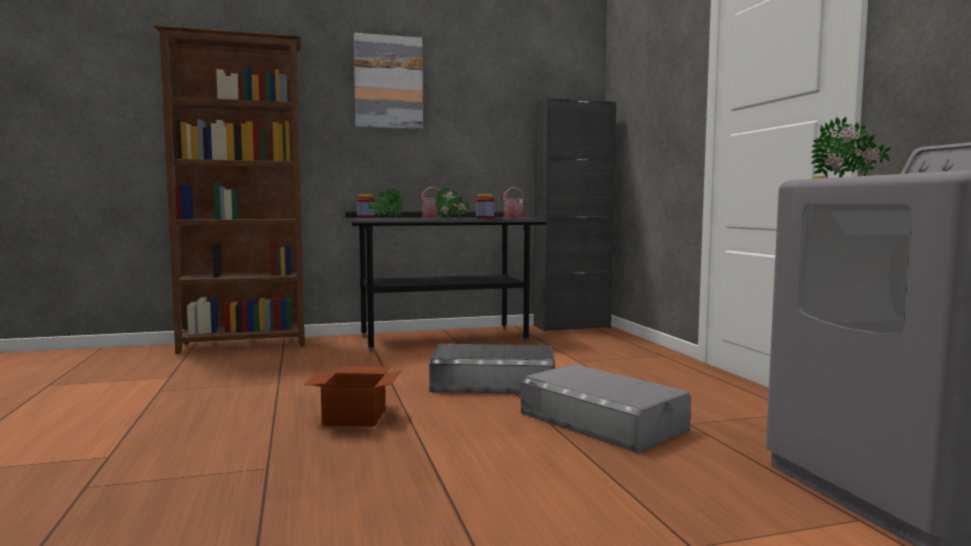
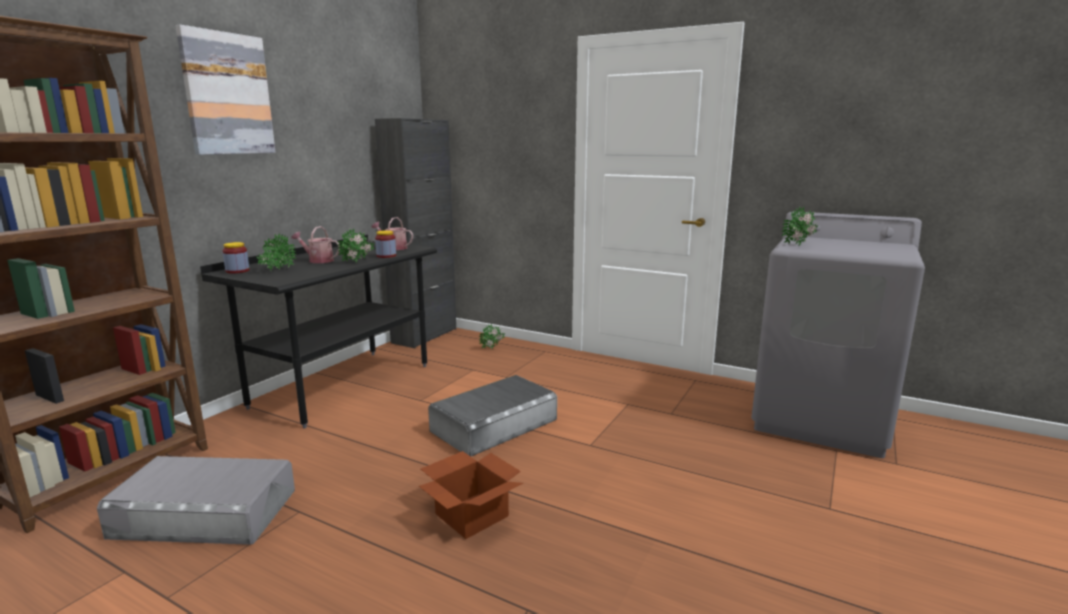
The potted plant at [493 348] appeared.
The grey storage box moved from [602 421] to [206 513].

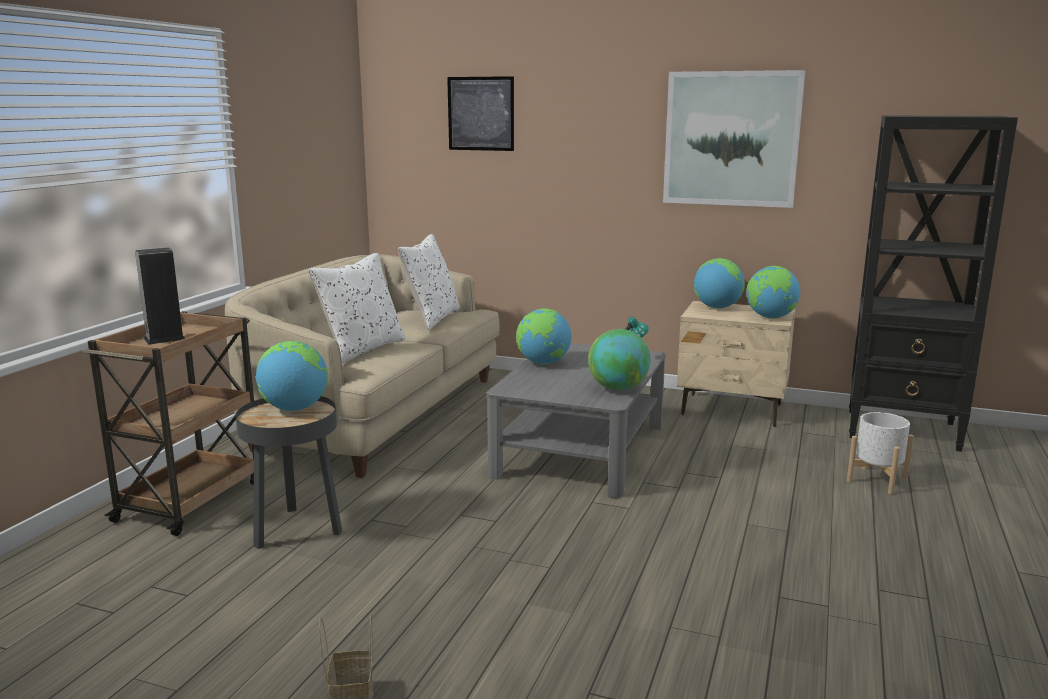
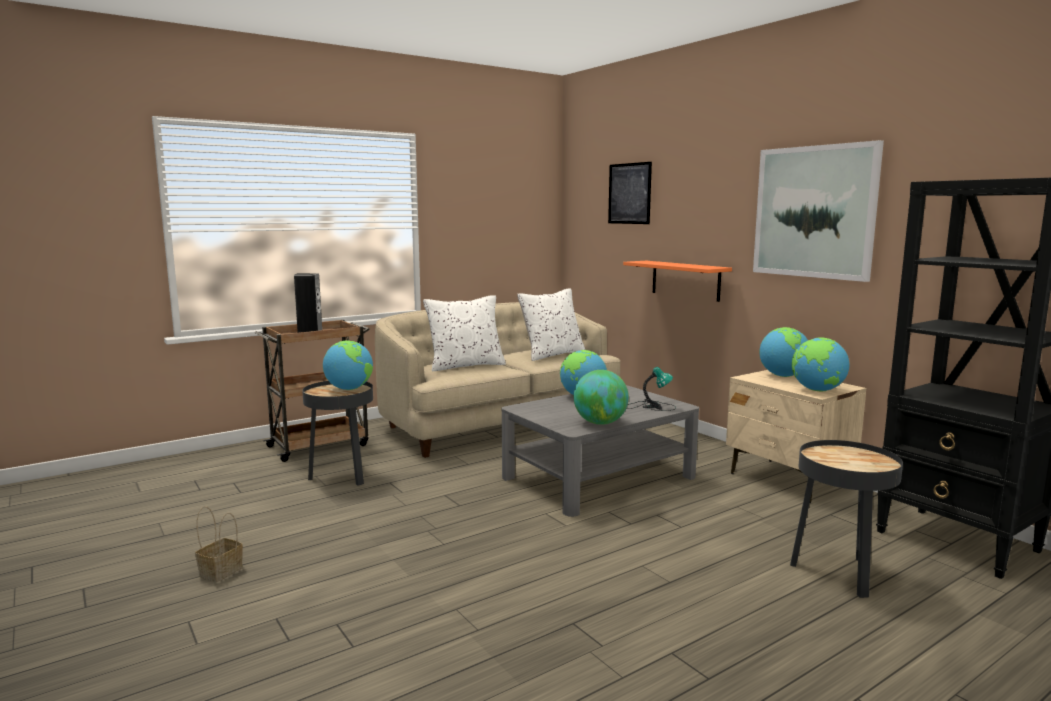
The orange shelf at [685 280] appeared.
The white planter at [876 480] was replaced by the black side table at [839 573].

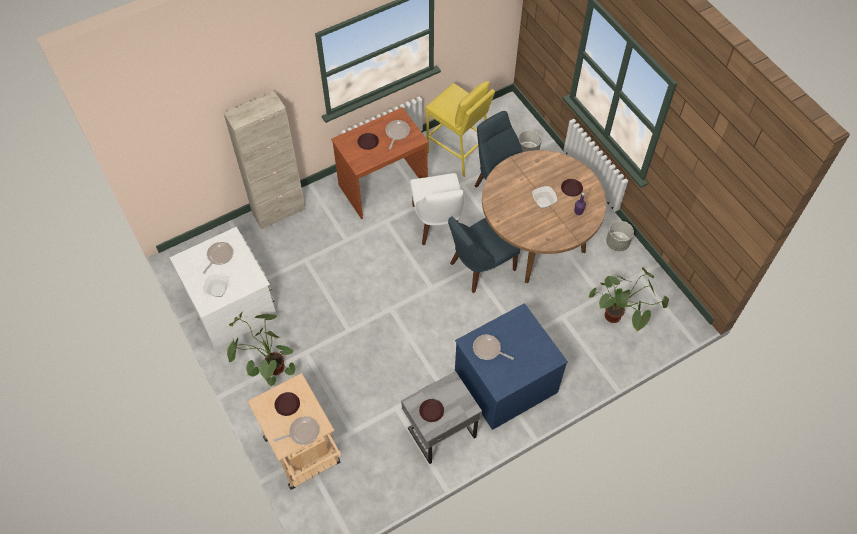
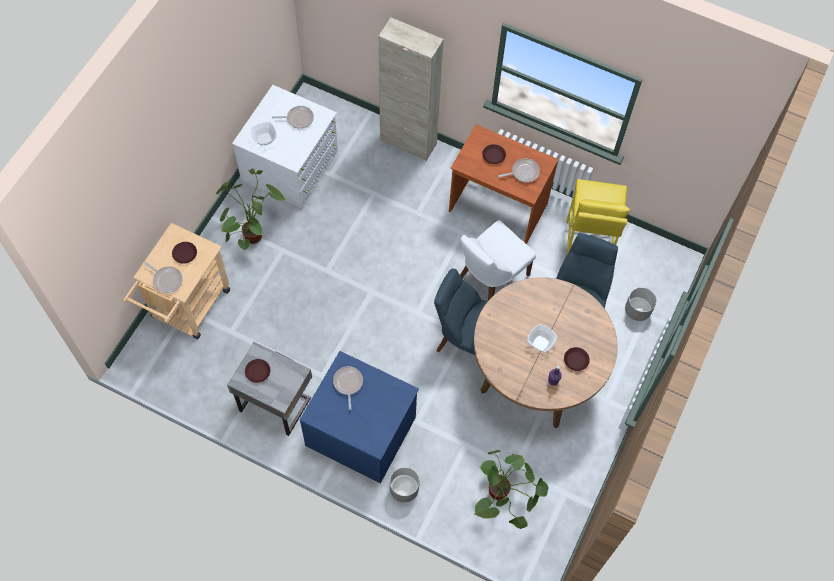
The grey planter moved from [617 243] to [404 489].

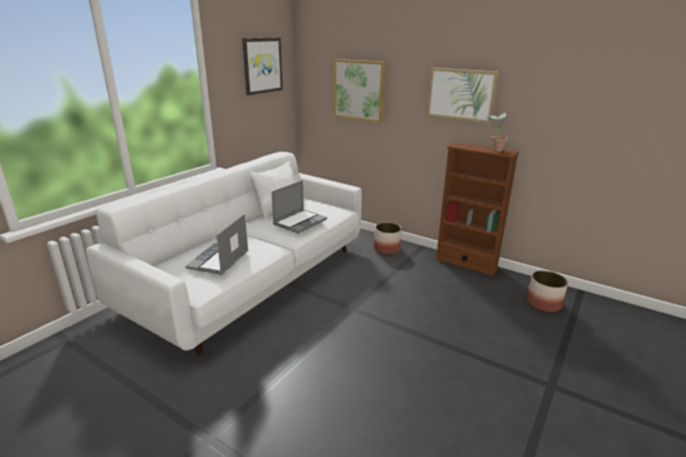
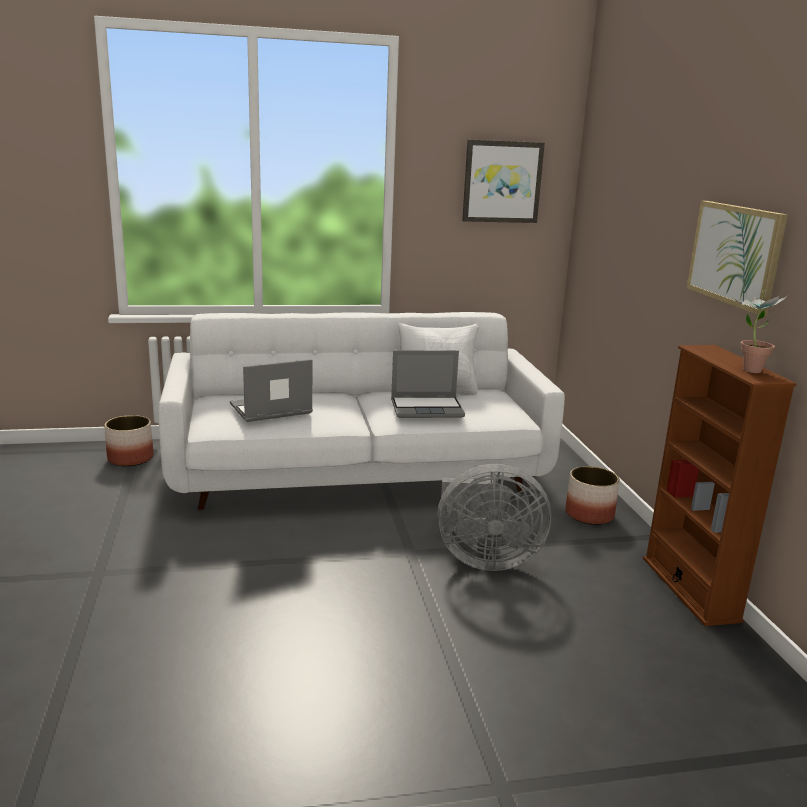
The picture at [359 90] disappeared.
The grey fan at [484 559] appeared.
The planter moved from [543 303] to [131 458].

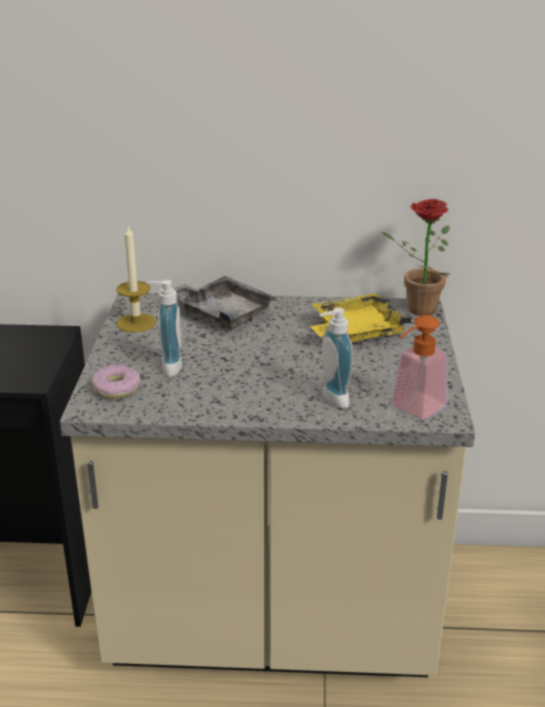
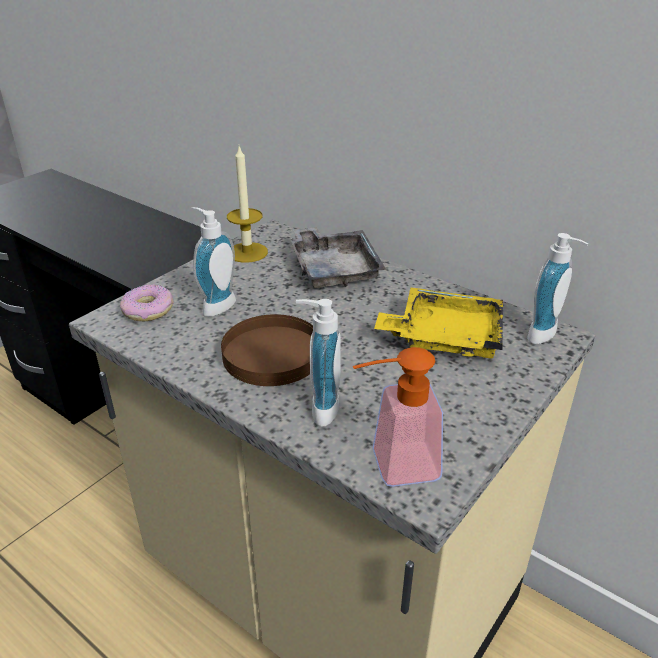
The brown plate at [273 354] appeared.
The potted plant at [415 309] was replaced by the soap dispenser at [547 336].

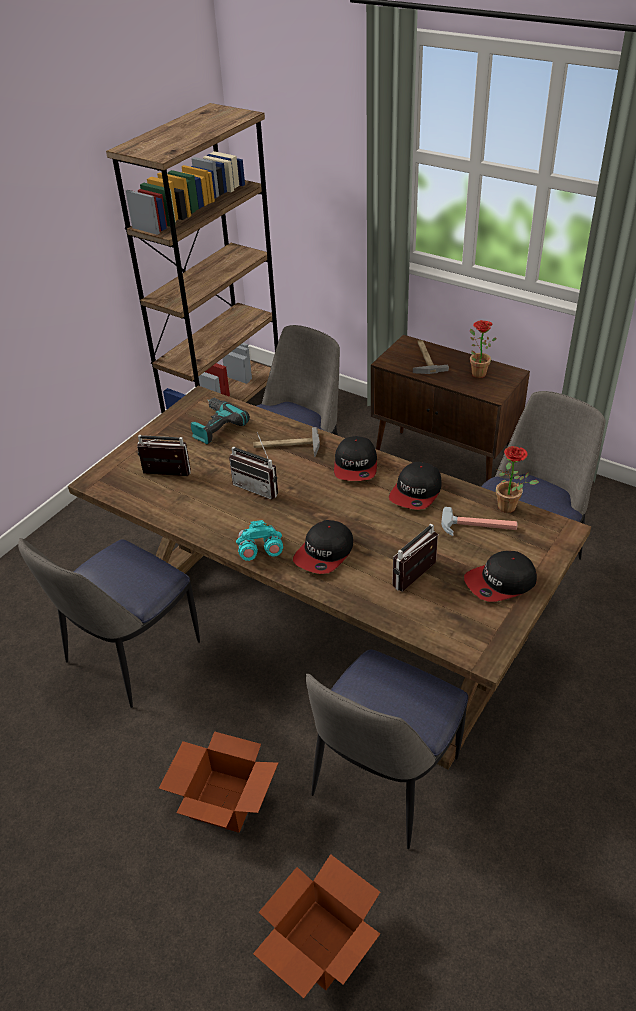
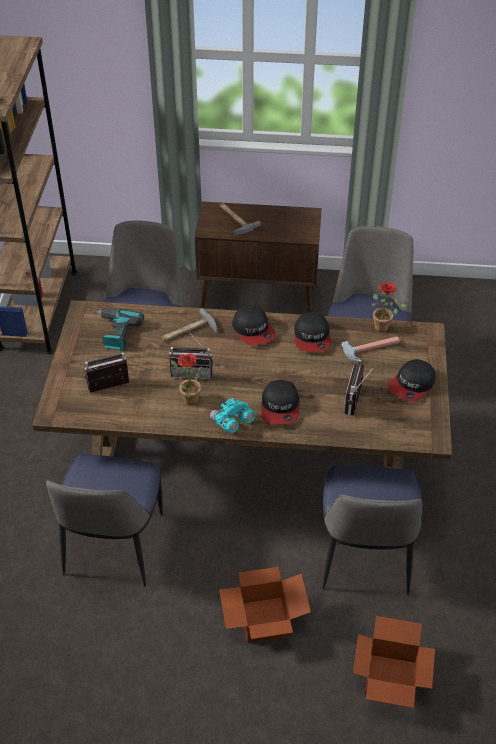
The potted plant moved from [476 372] to [187 399].

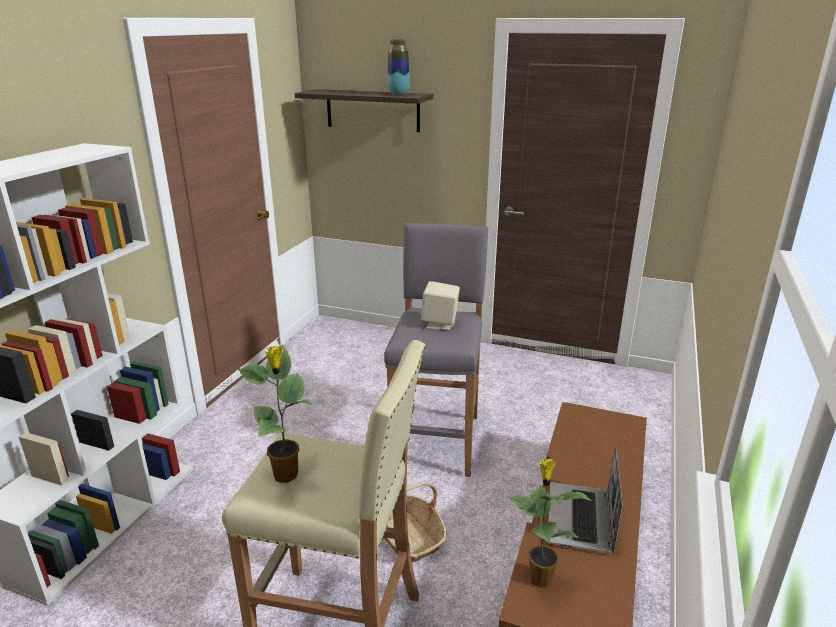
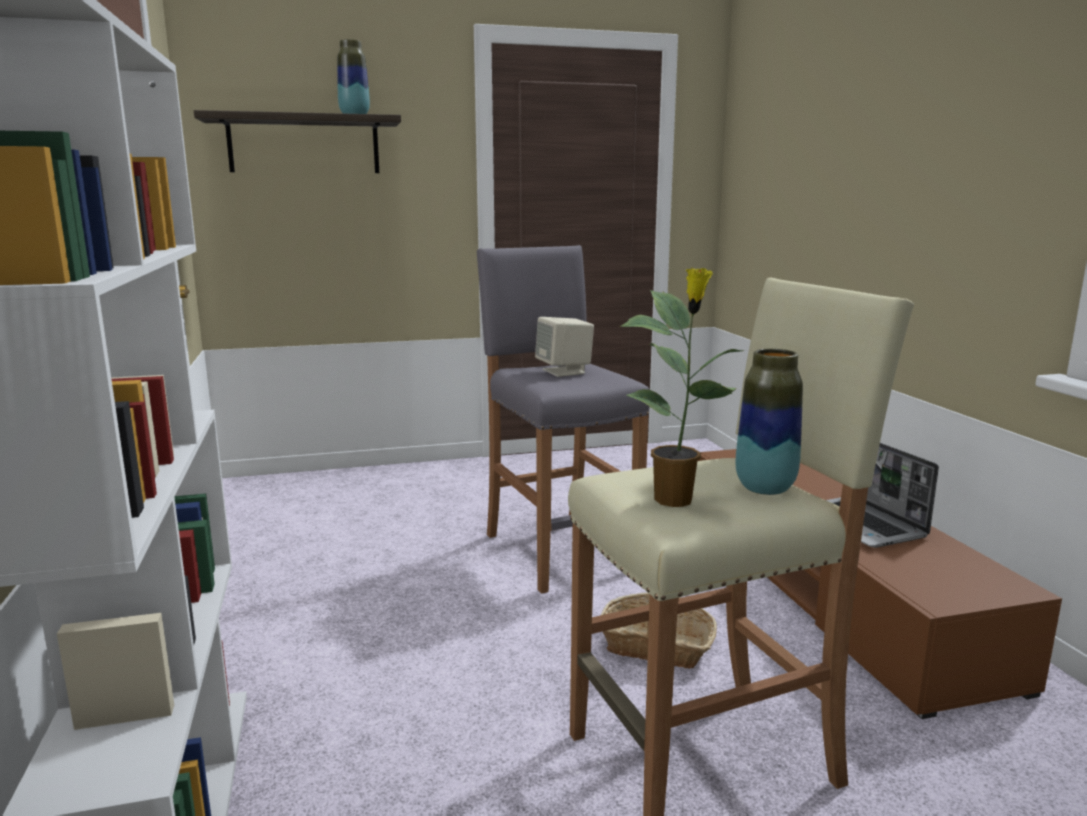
The potted plant at [539 577] disappeared.
The vase at [765 488] appeared.

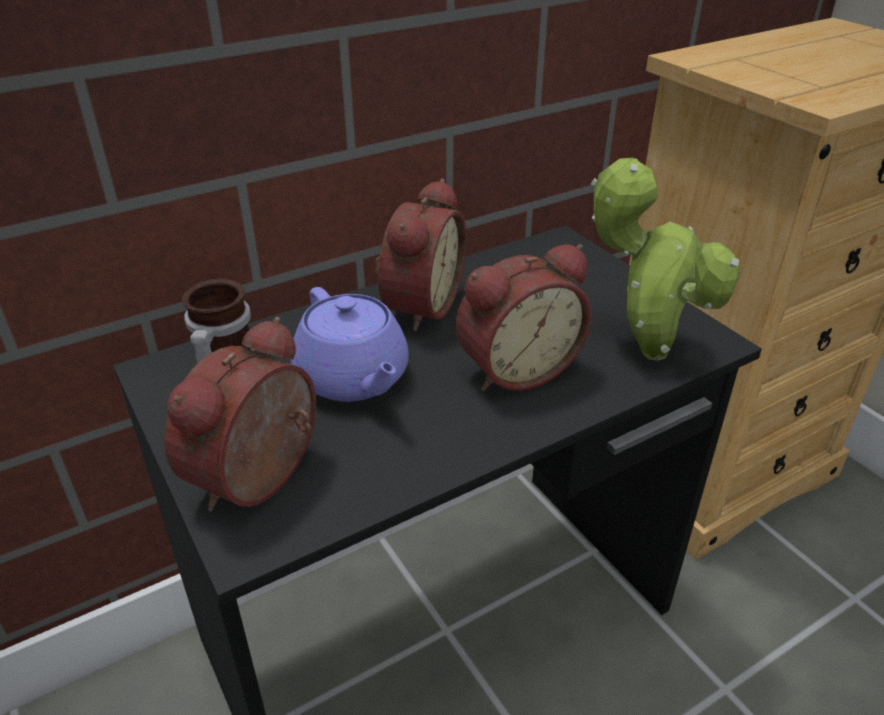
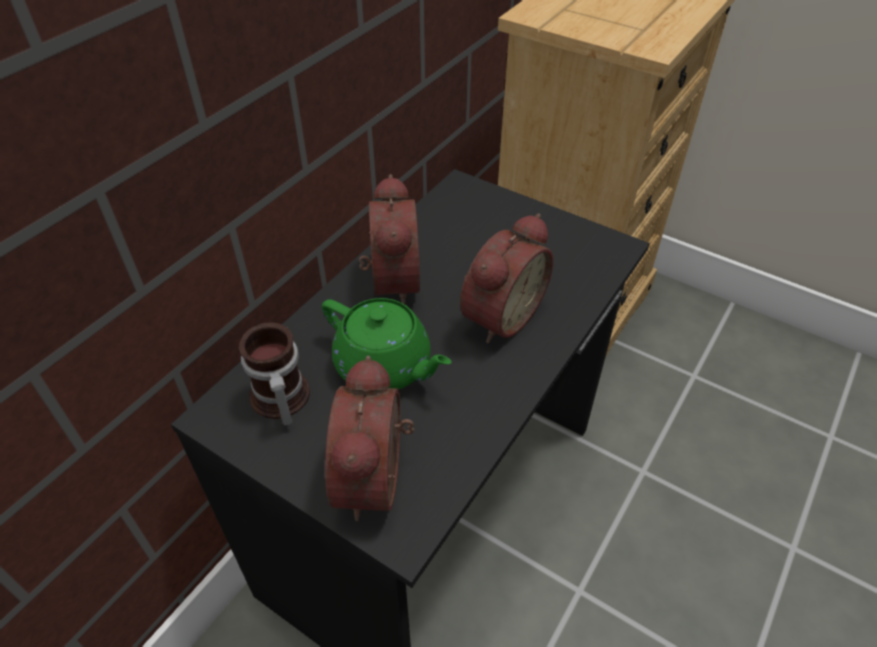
The potted plant at [644 350] disappeared.
The purple teapot at [353 378] became the green teapot at [385 366].

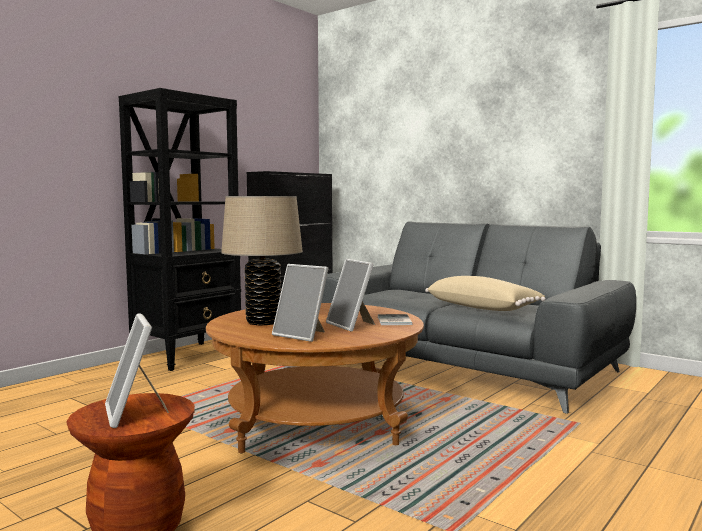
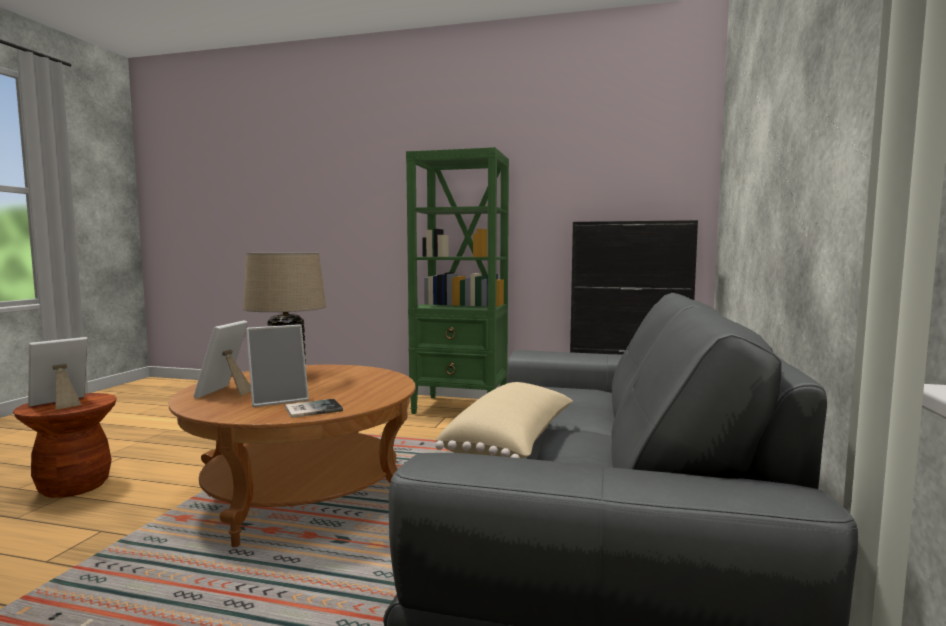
The black bookcase at [188 355] became the green bookcase at [461 408].
The picture frame at [352 325] turned 150 degrees counterclockwise.

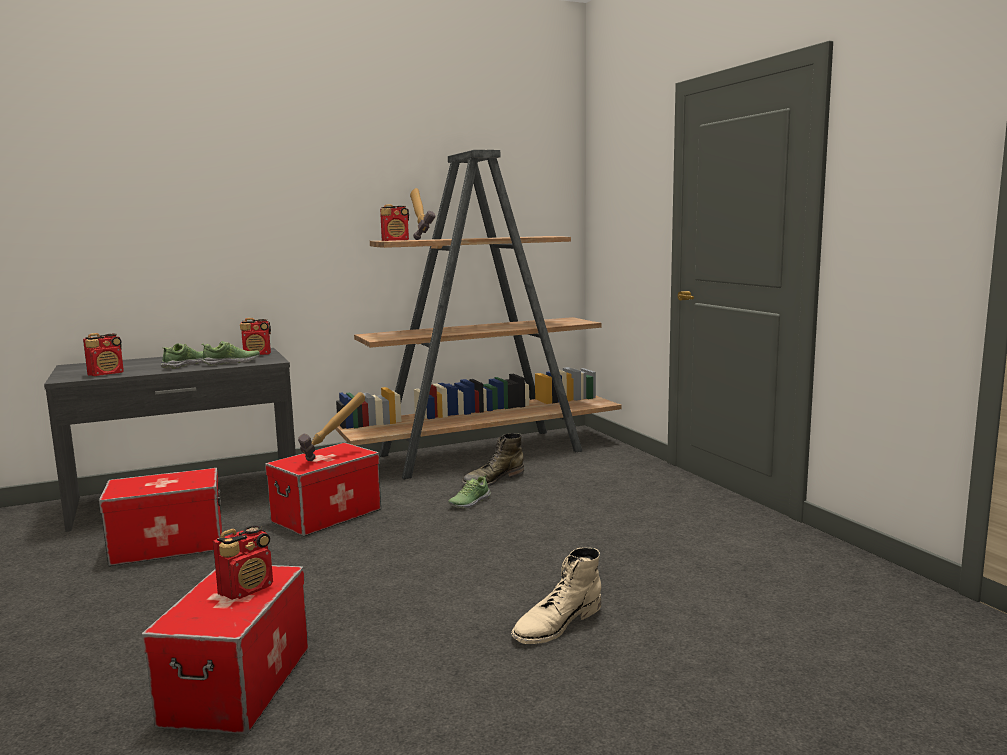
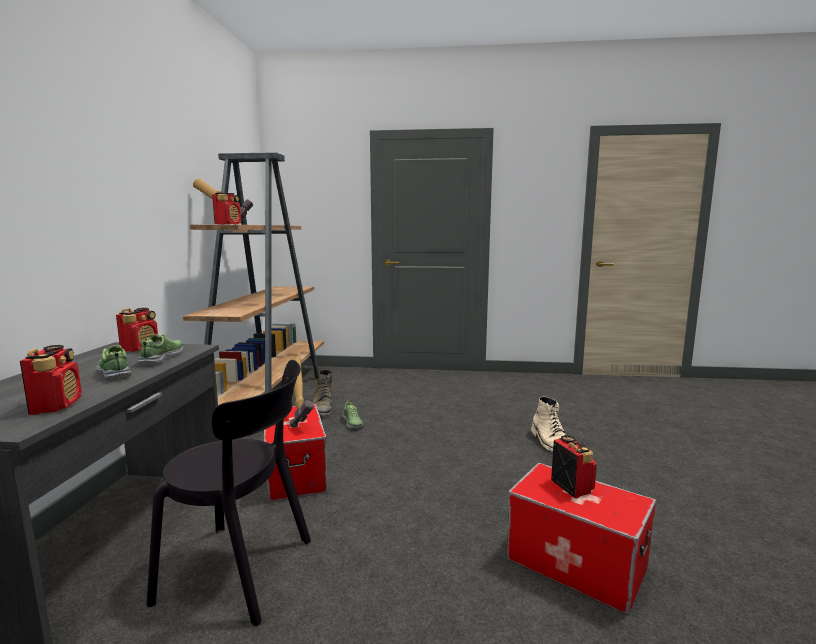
The storage box at [167 546] was replaced by the black chair at [243 571].

